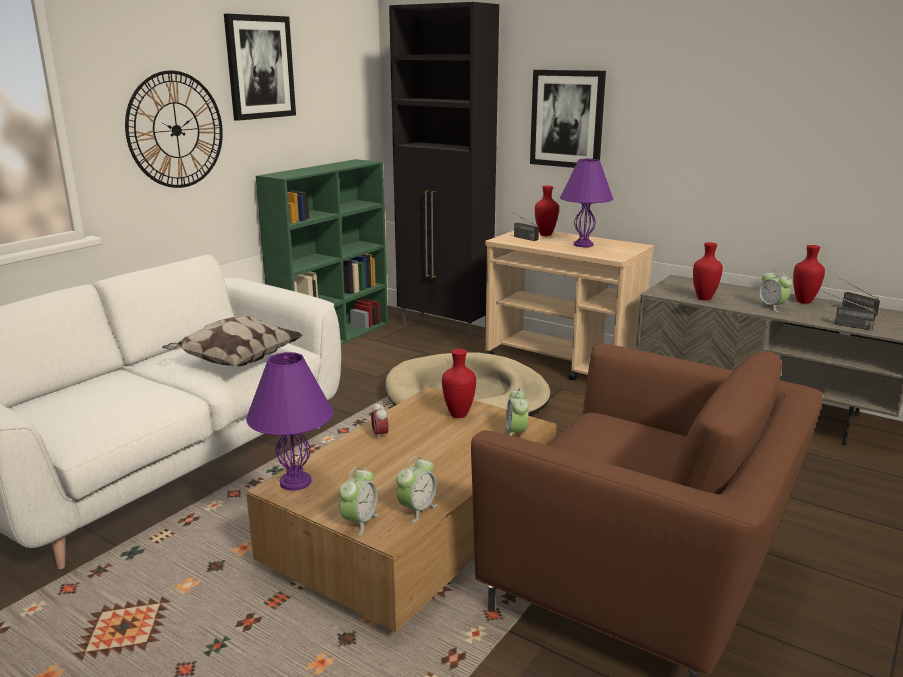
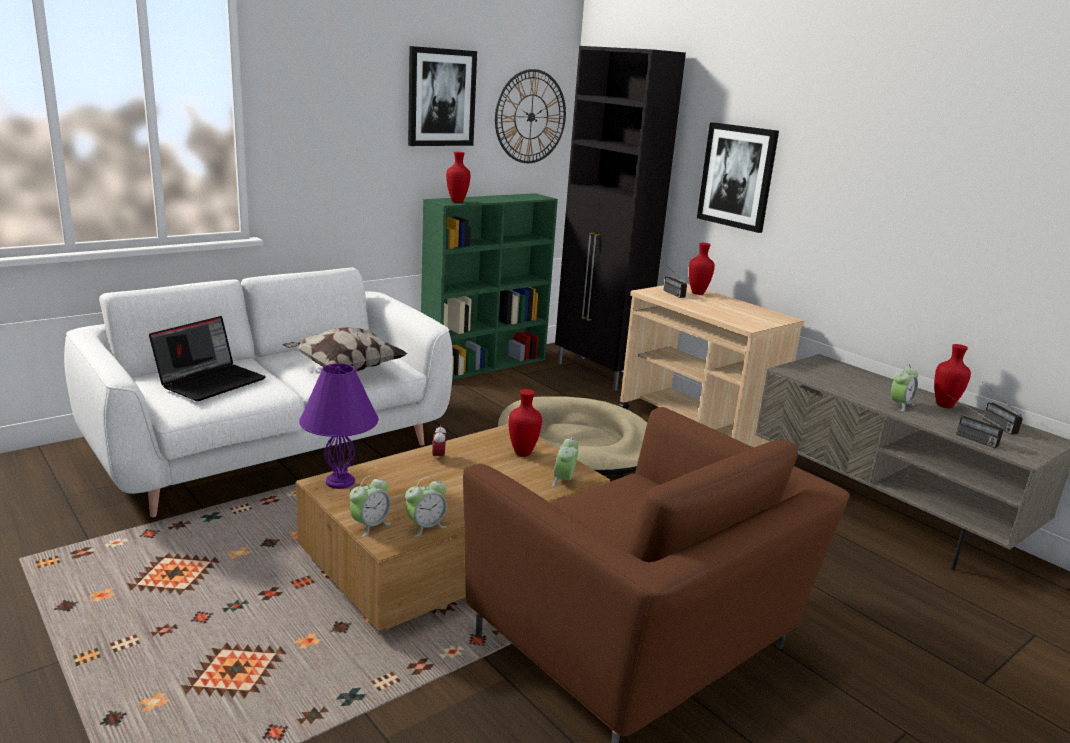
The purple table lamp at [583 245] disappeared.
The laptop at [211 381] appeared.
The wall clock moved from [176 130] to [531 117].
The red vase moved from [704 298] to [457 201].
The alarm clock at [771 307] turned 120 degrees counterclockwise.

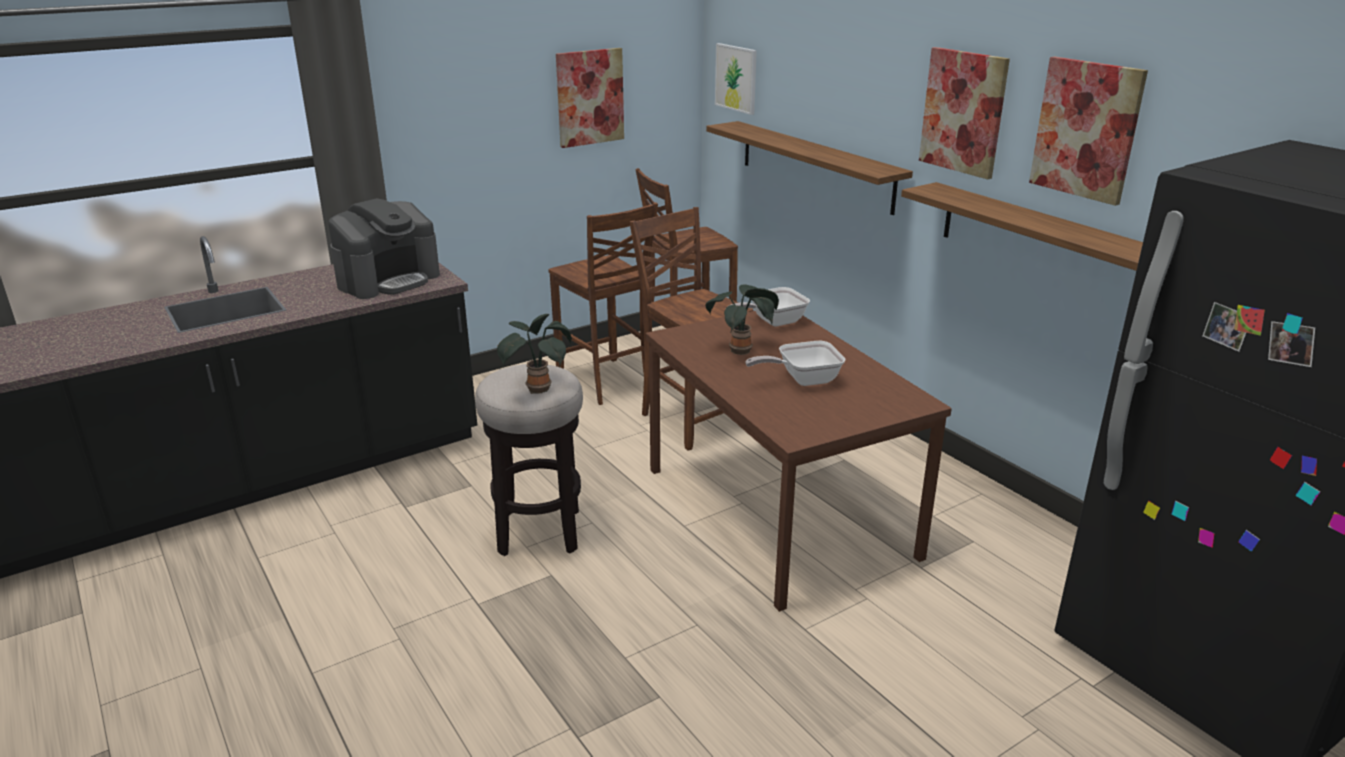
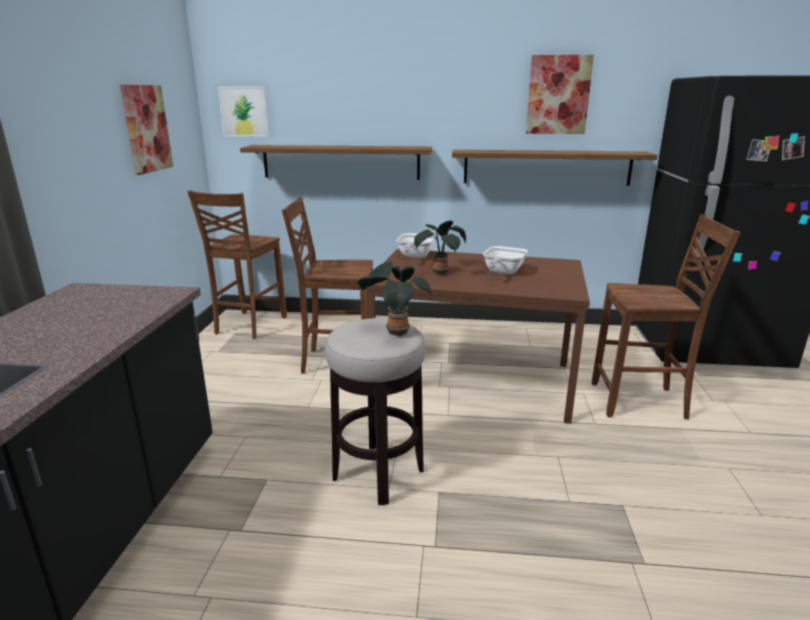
The coffee machine at [389 280] disappeared.
The picture at [963 112] disappeared.
The brown chair moved from [605 383] to [640 402].

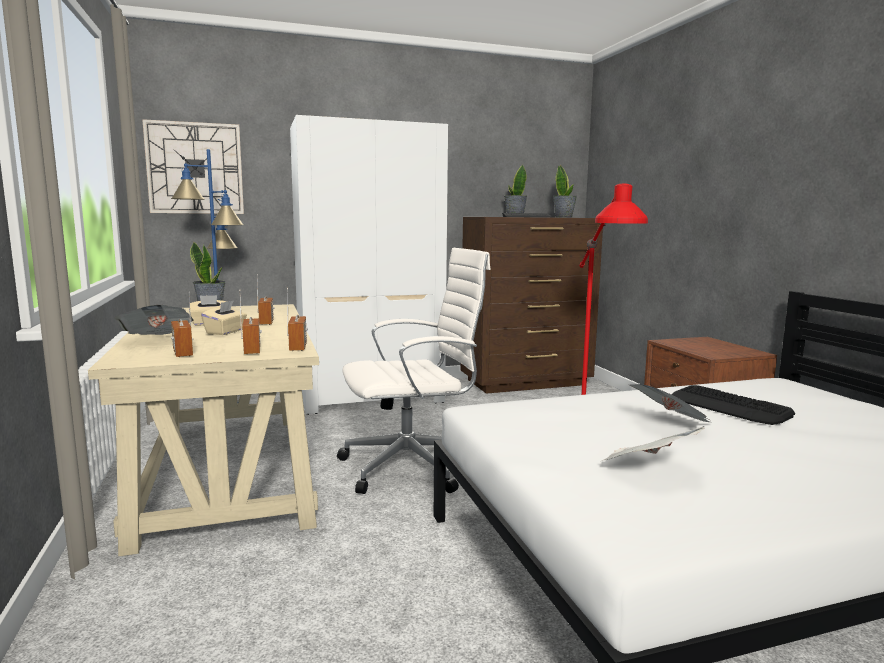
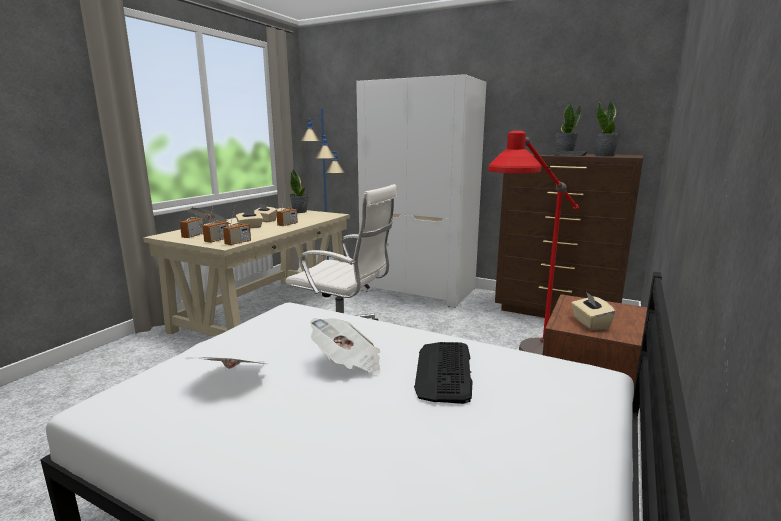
The wall clock at [195 168] disappeared.
The beige tissue box at [590 323] appeared.

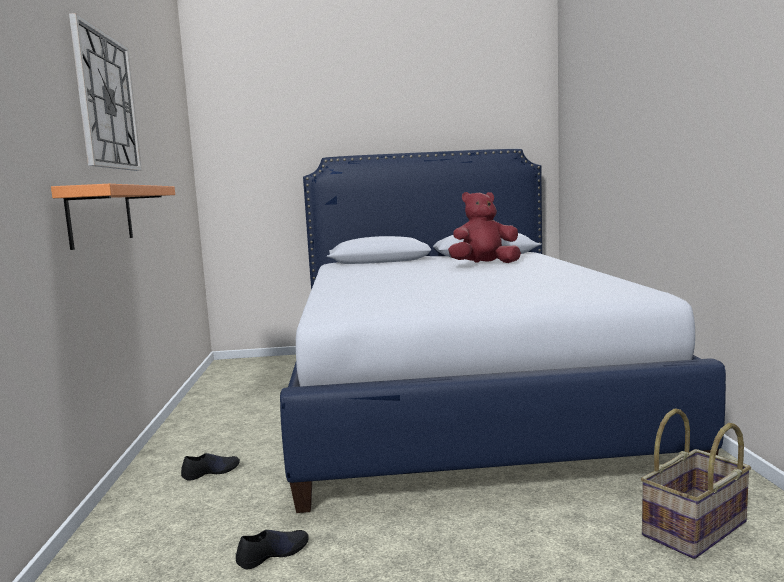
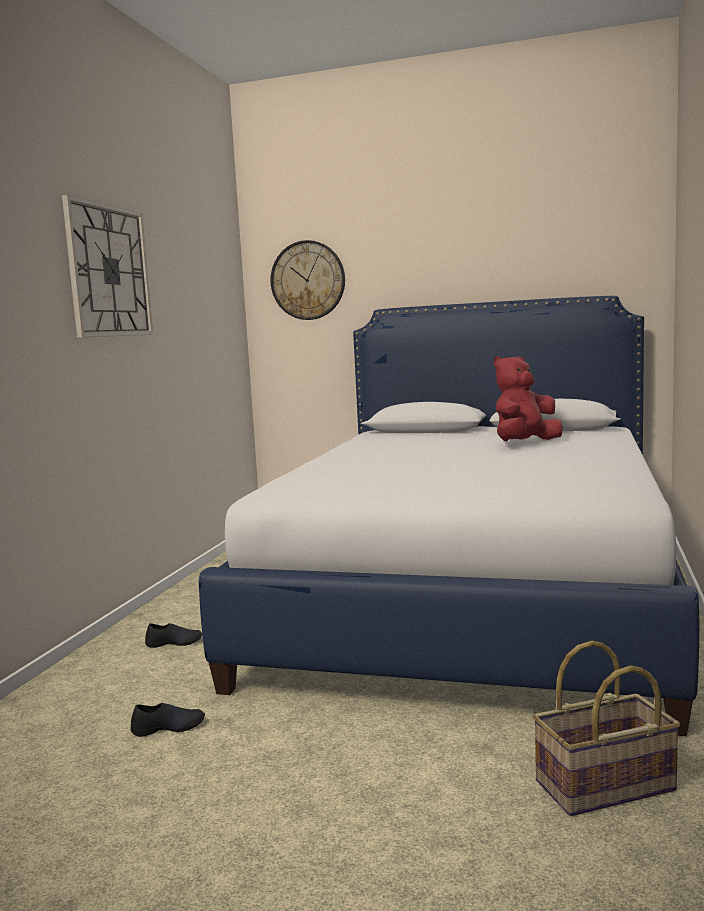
The orange shelf at [101 215] disappeared.
The wall clock at [308 280] appeared.
The red plush toy at [484 264] turned 45 degrees counterclockwise.

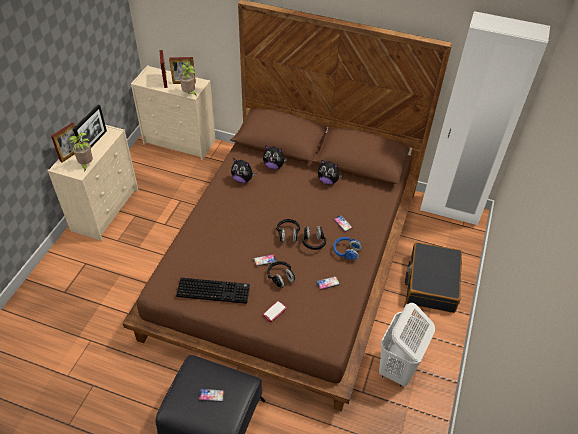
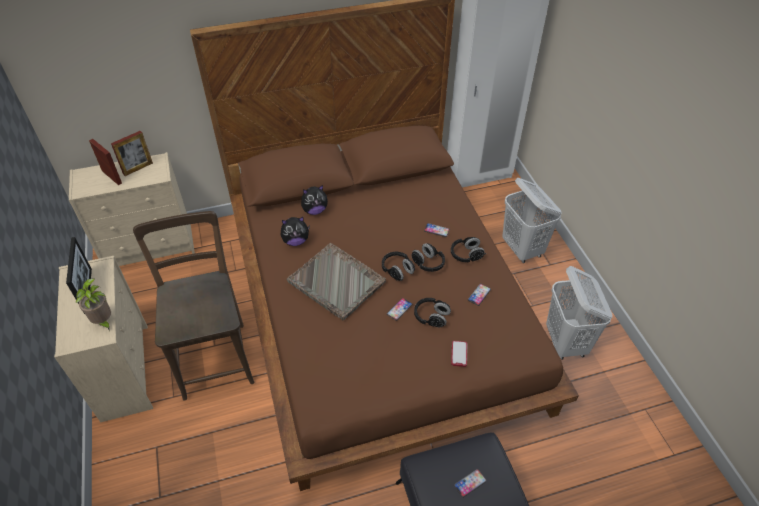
The picture frame at [71 155] disappeared.
The keyboard at [214 290] disappeared.
The potted plant at [189 93] disappeared.
The plush toy at [328 181] disappeared.
The brown chair at [214 355] appeared.
The grey tray at [337 282] appeared.
The black suitcase at [431 283] was replaced by the white laundry basket at [522 249].
The blue headphones at [346 252] became the black headphones at [466 255].

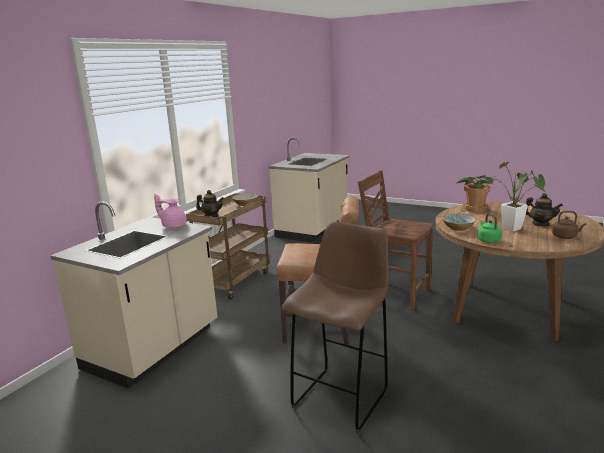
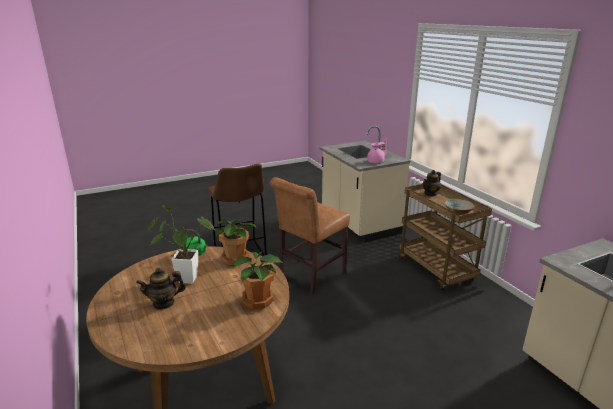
The brown chair at [395 293] disappeared.
The brown kettle at [565 237] disappeared.
The bowl at [458 228] was replaced by the potted plant at [236 258].

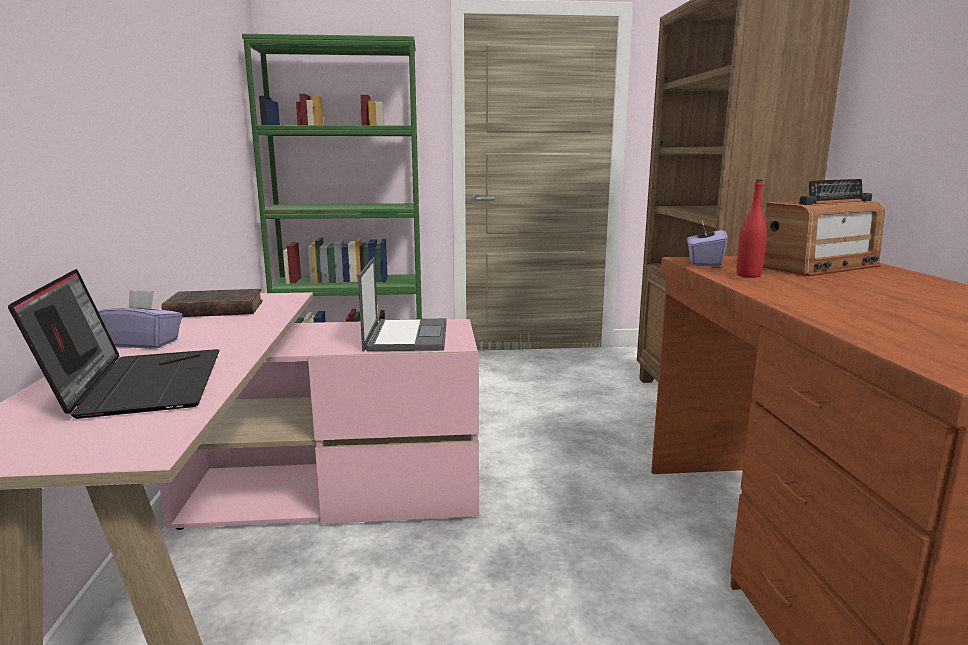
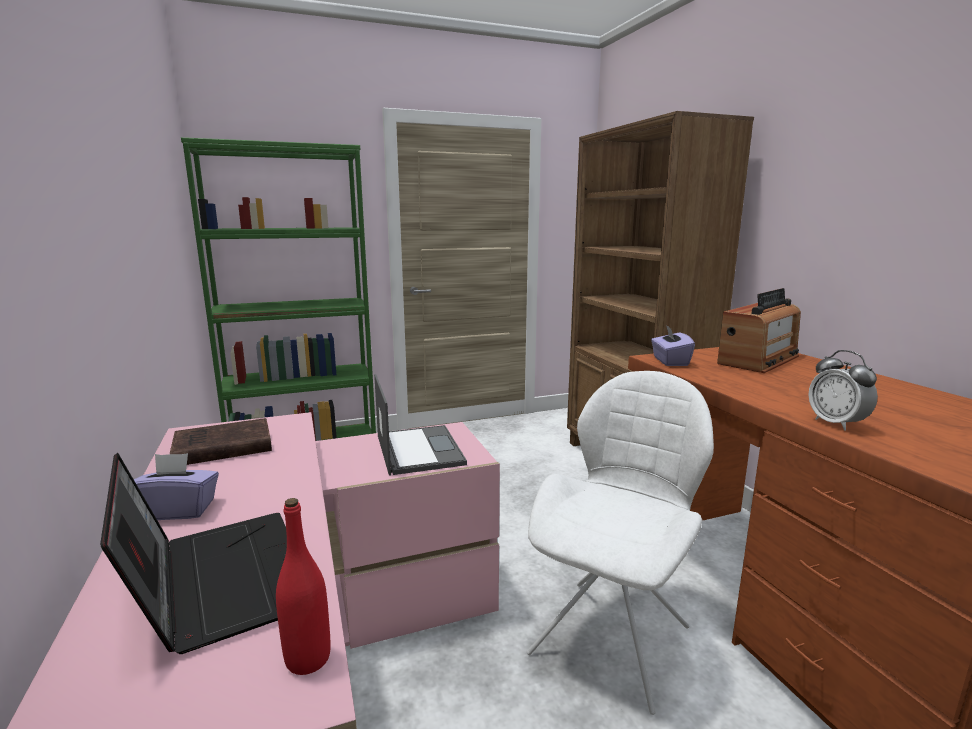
The white chair at [613 636] appeared.
The alarm clock at [836 423] appeared.
The red bottle moved from [748 275] to [308 659].

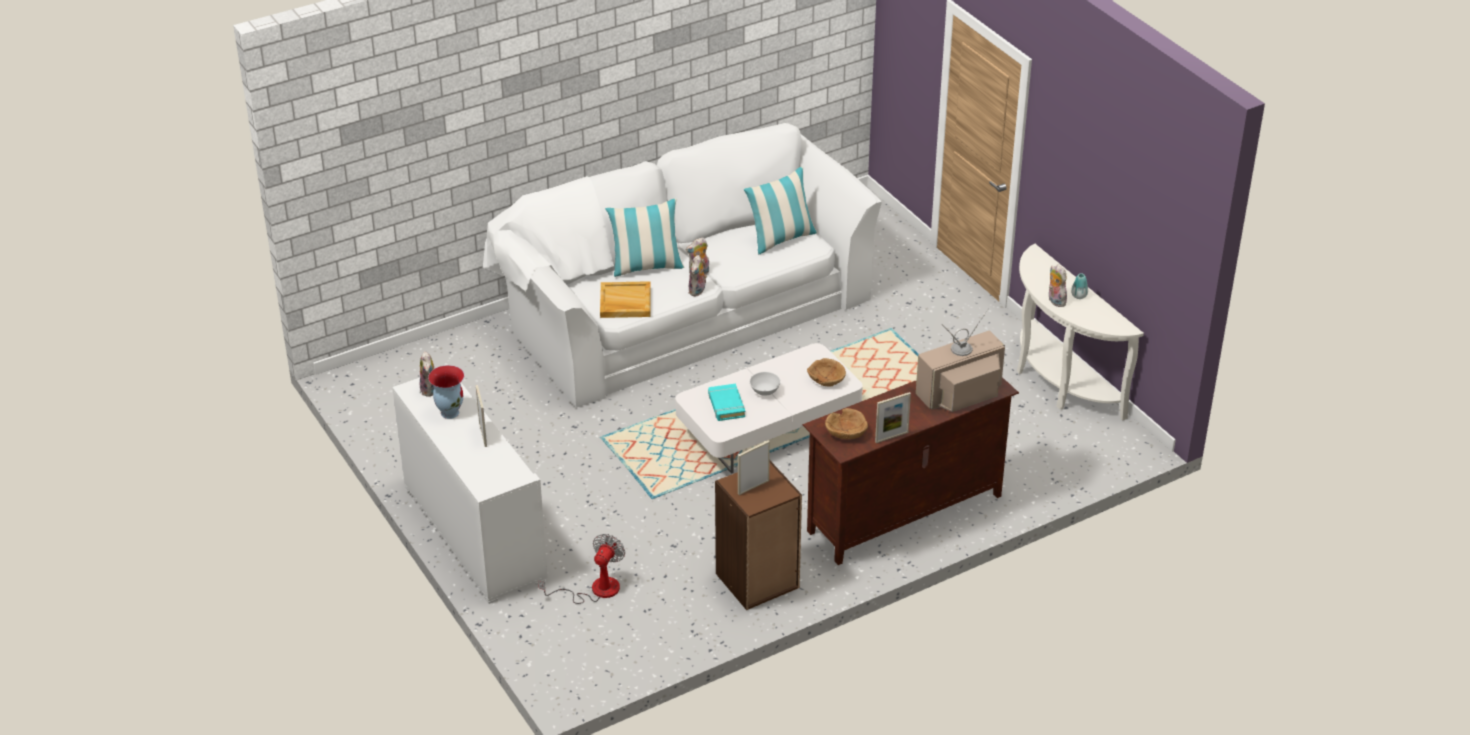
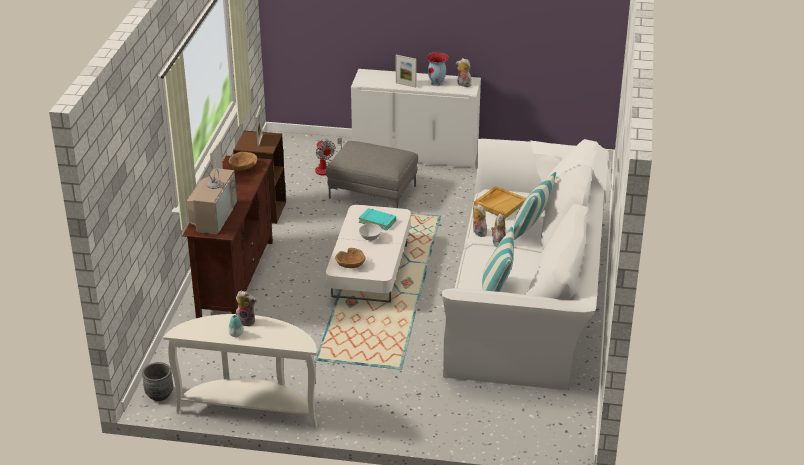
The grey planter at [159 394] appeared.
The grey ottoman at [373 192] appeared.

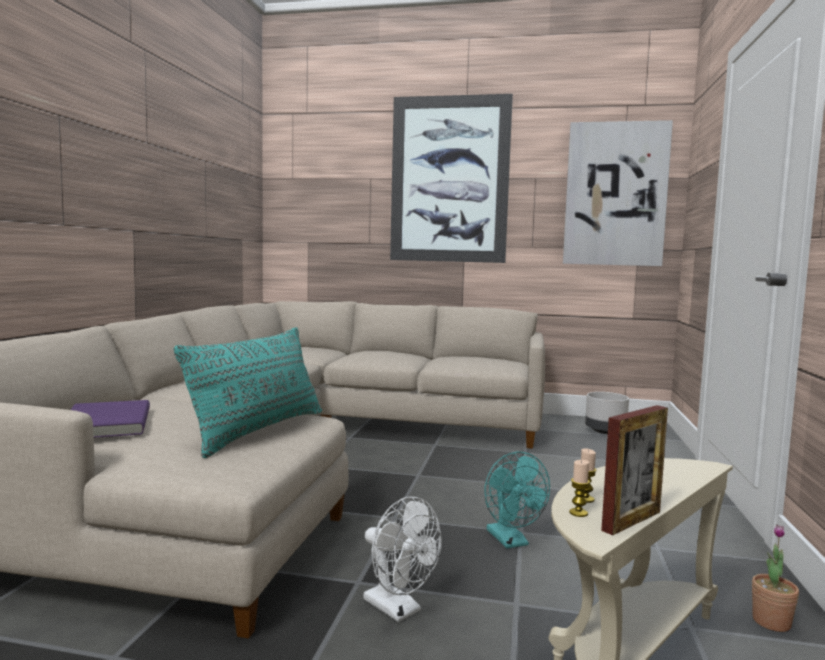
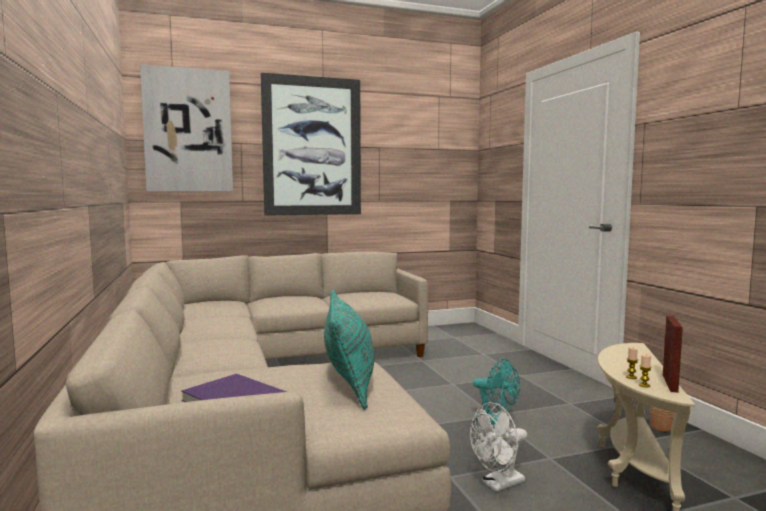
The grey planter at [605 431] disappeared.
The picture moved from [615 194] to [188 130].
The white fan at [399 609] turned 135 degrees clockwise.

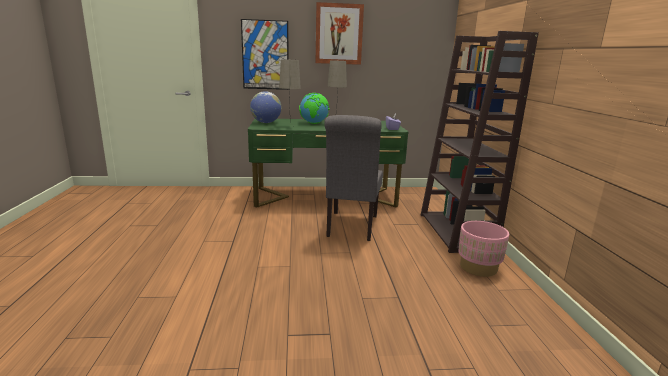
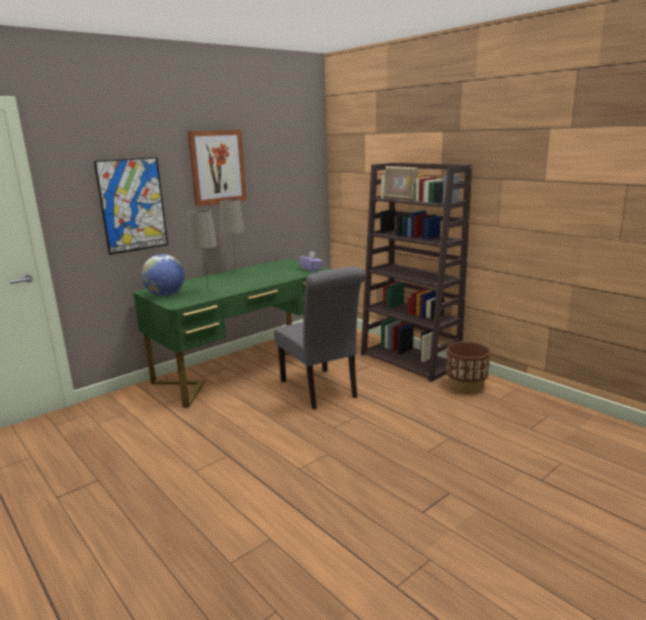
The globe at [314 123] disappeared.
The picture frame at [399 199] appeared.
The pink planter at [478 267] became the brown planter at [466 386].

